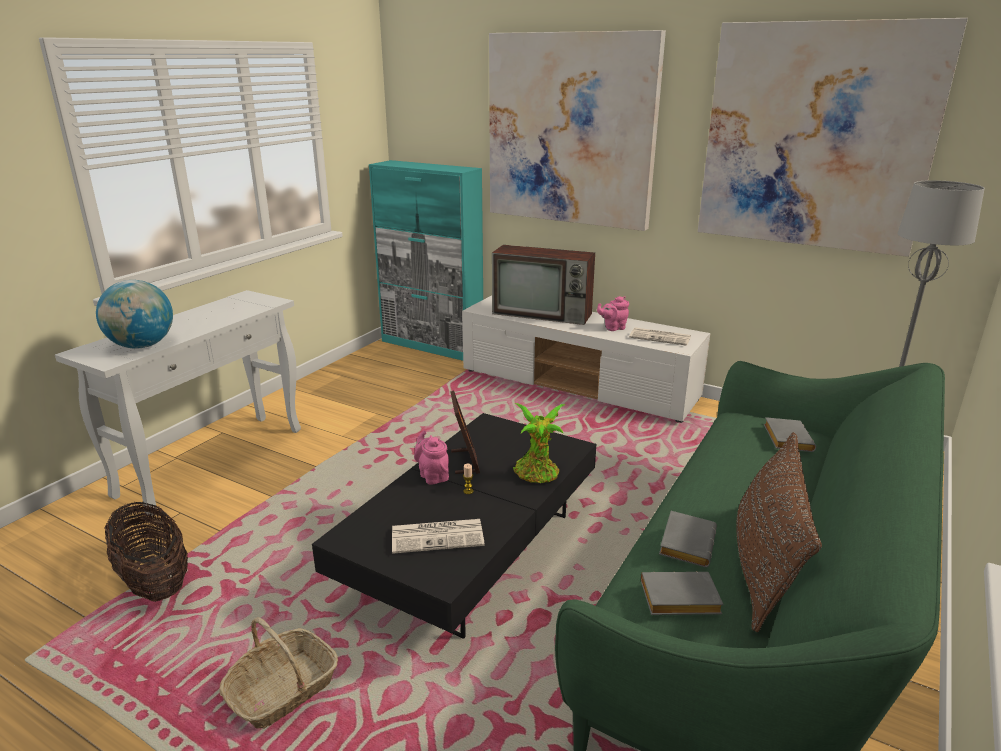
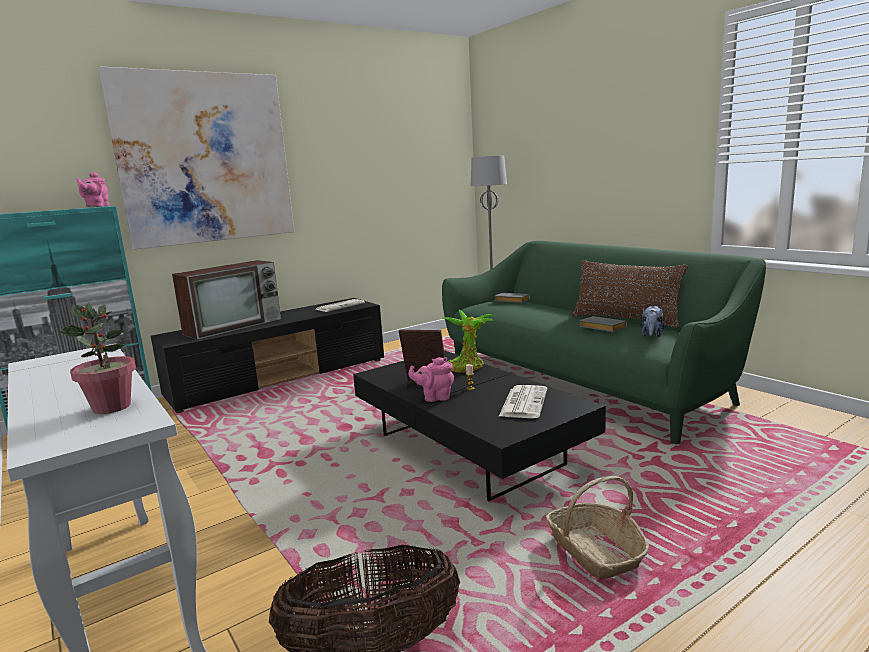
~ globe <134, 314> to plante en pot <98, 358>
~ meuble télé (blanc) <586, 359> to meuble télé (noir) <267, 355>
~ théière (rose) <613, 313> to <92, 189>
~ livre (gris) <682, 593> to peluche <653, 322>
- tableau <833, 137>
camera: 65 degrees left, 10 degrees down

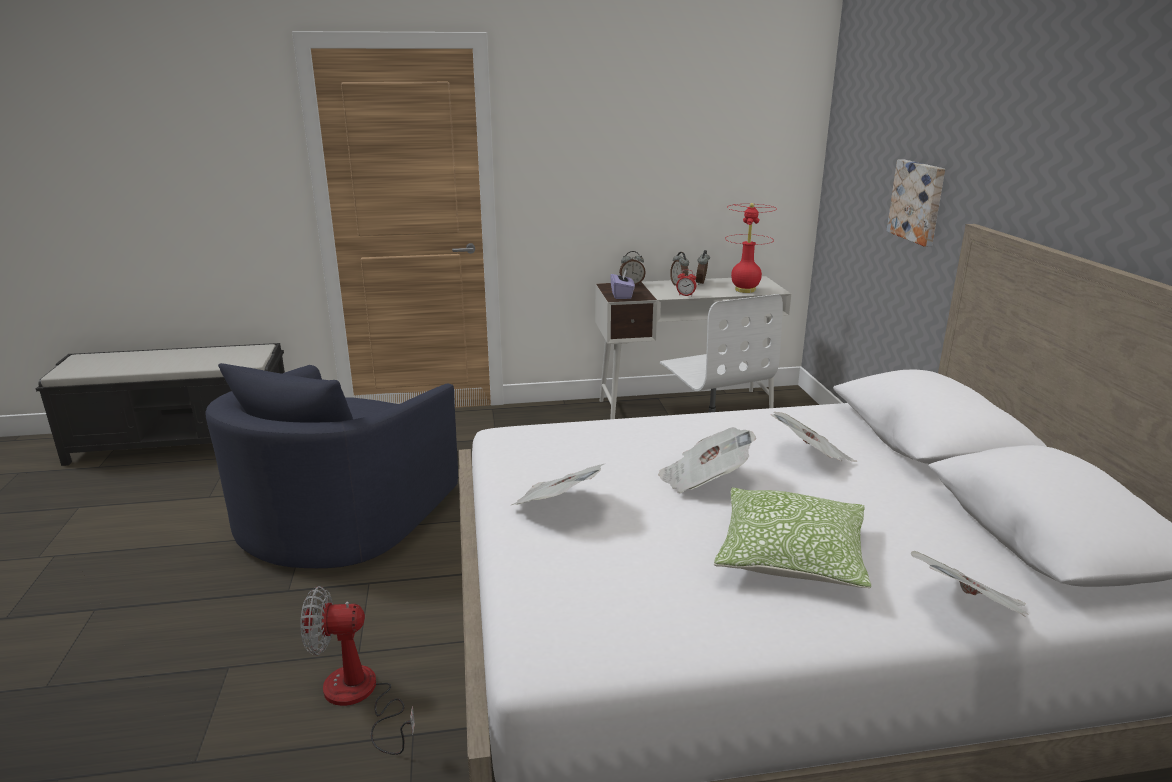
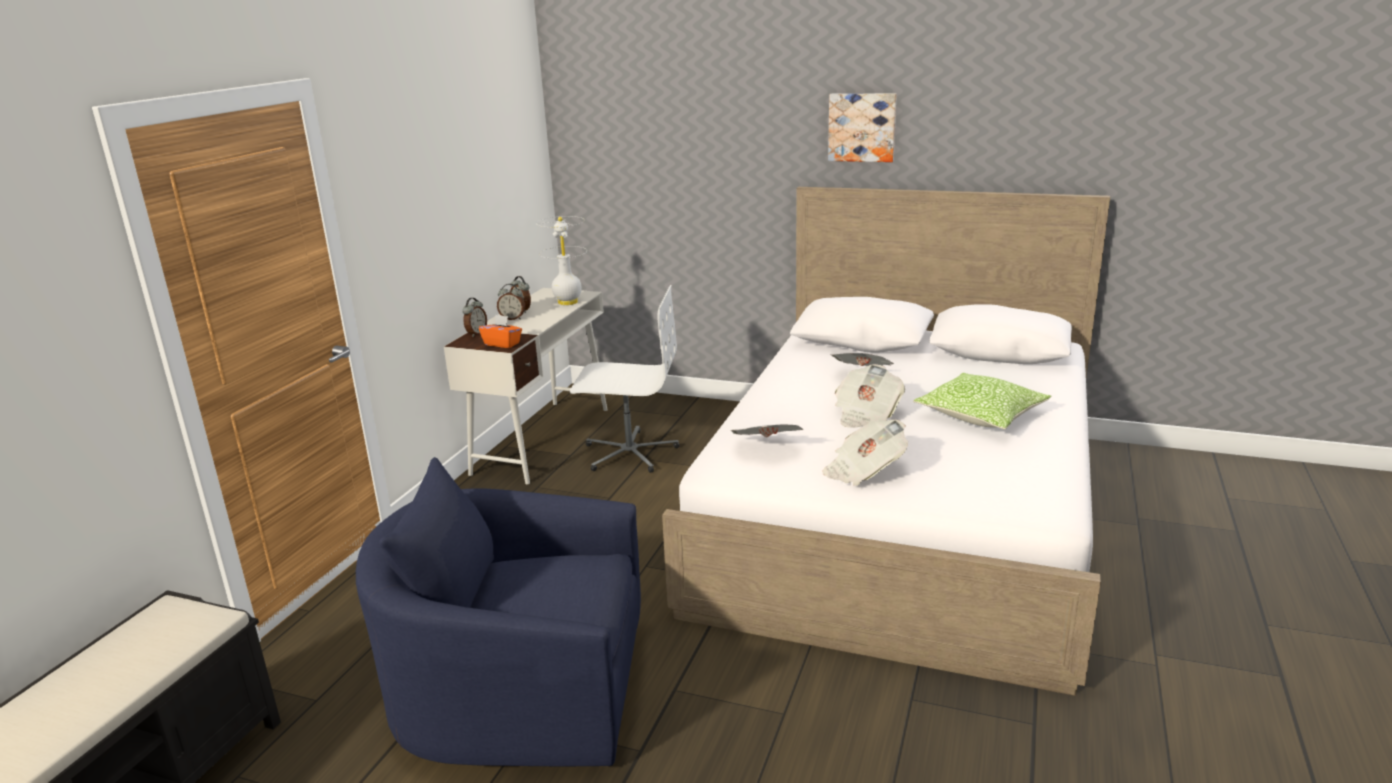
~ fauteuil (bleu) <331, 465> = <498, 611> 135 degrees clockwise
- ventilateur <357, 670>
~ boîte à mouchoirs (violet) <622, 284> to boîte à mouchoirs (orange) <500, 331>
- réveil <686, 283>
~ lampe de table (rouge) <751, 248> to lampe de table (blanc) <561, 260>
~ tableau <916, 203> to <862, 127>
~ journal <970, 584> to <767, 430>
camera: 60 degrees left, 0 degrees up

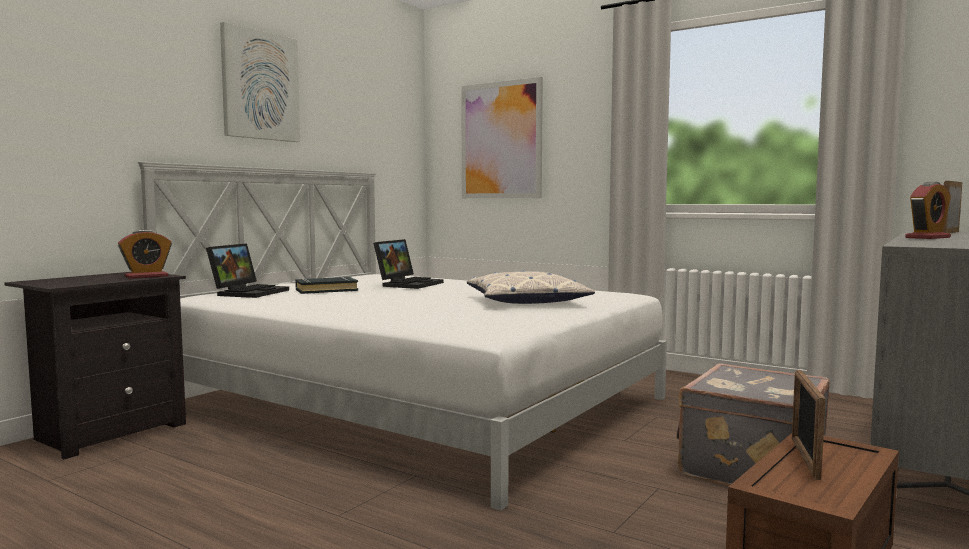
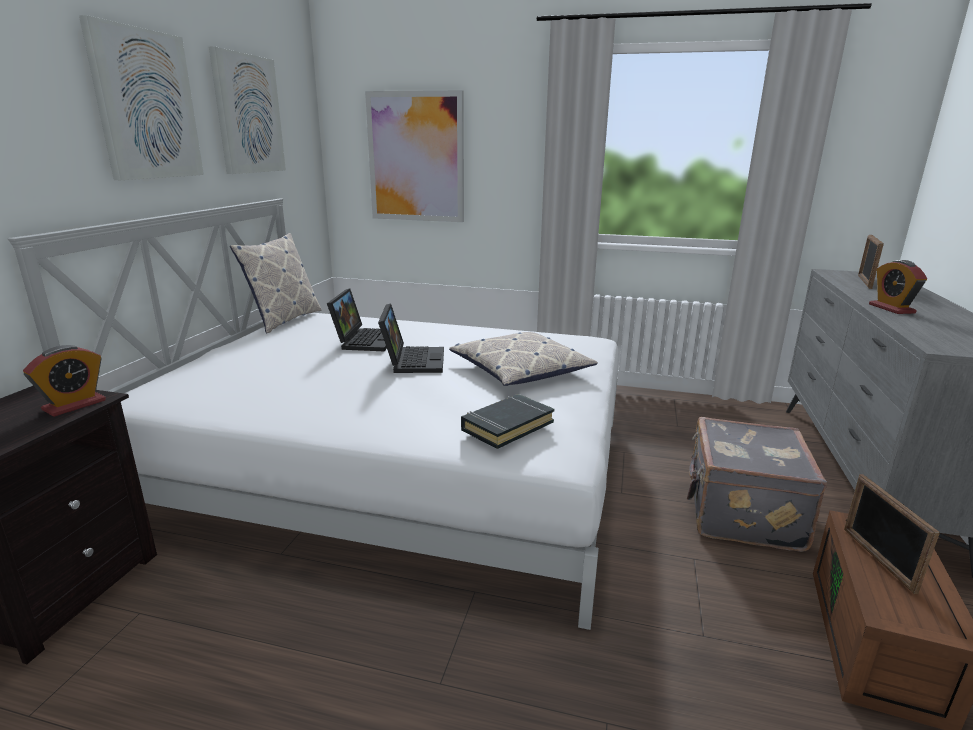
~ ordinateur portable <247, 270> to <411, 338>
~ livre (noir) <326, 285> to <508, 421>
~ réveil <928, 210> = <898, 287> 135 degrees clockwise
+ tableau <247, 110>
+ coussin <276, 283>
camera: 20 degrees left, 15 degrees up

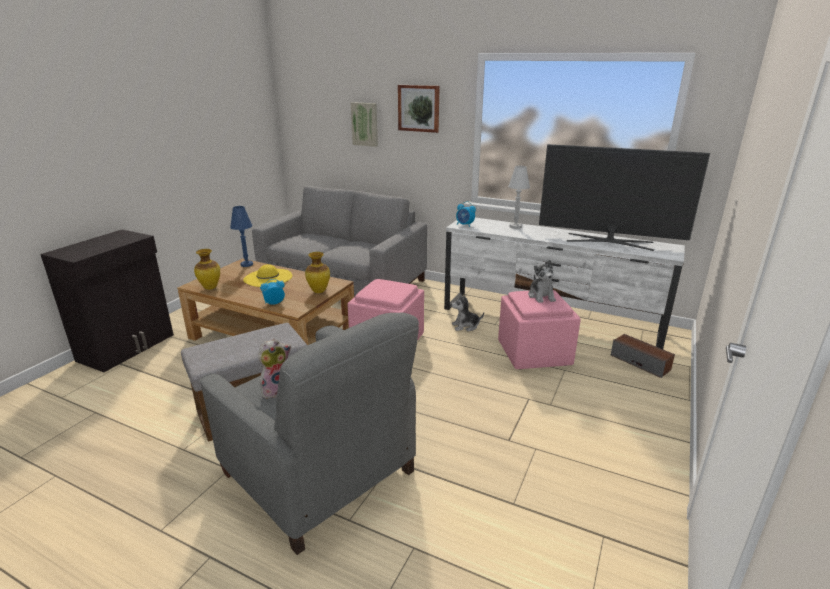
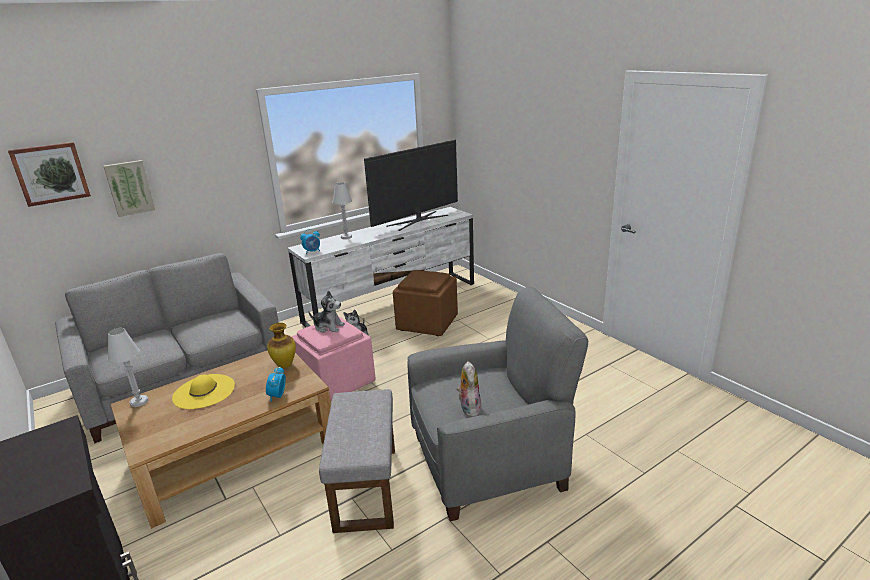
- vase <207, 269>
~ lampe de table (bleu) <241, 236> to lampe de table (blanc) <128, 367>
~ tableau <419, 109> to <49, 174>
~ pouf (rose) <539, 329> to pouf (marron) <425, 303>
~ peluche <542, 281> to <326, 312>
- enceinte <643, 356>
camera: 60 degrees left, 0 degrees up

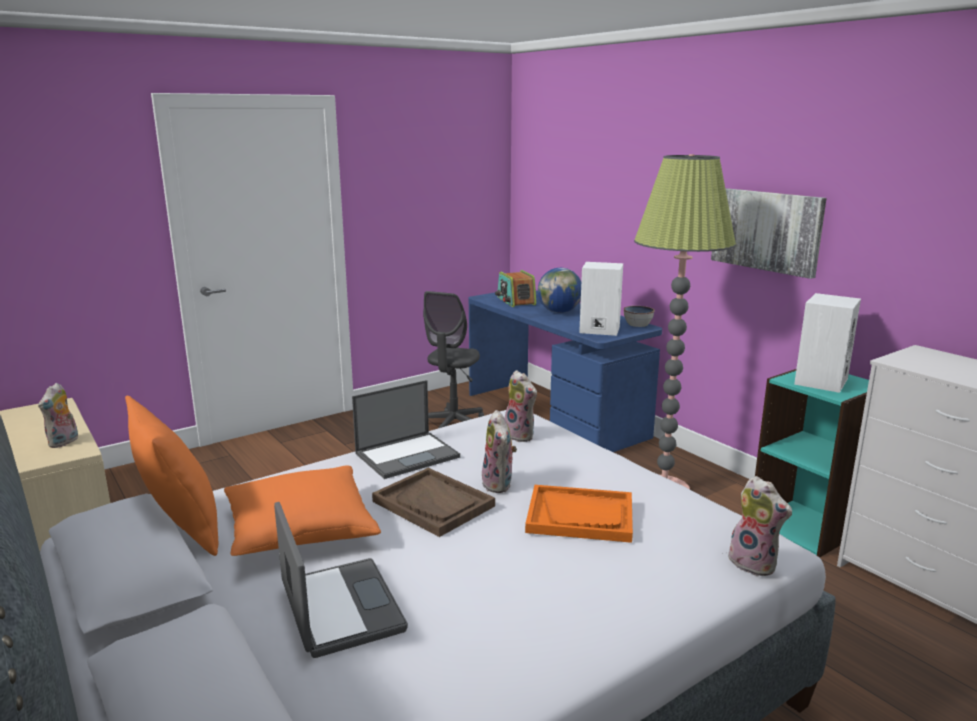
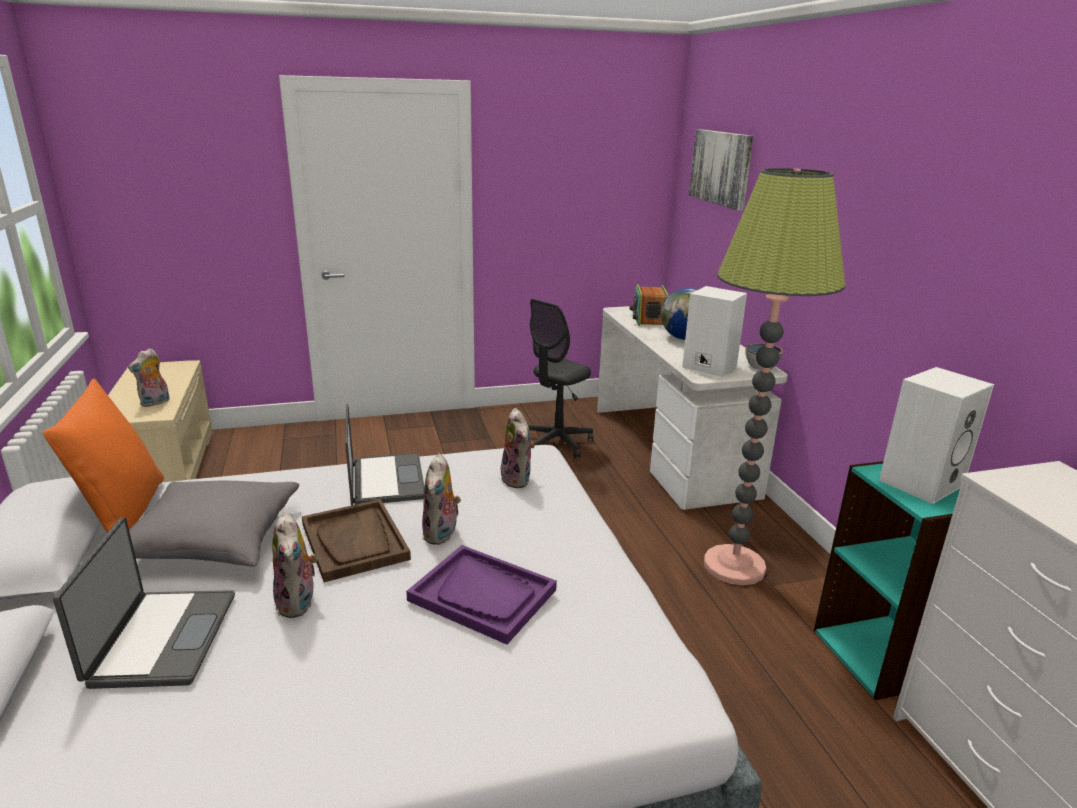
~ coussin (orange) <302, 511> to coussin (gris) <214, 524>
~ ordinateur portable <406, 429> = <384, 454> 90 degrees counterclockwise
~ bureau (bleu) <565, 371> to bureau (blanc) <692, 408>
~ plateau (orange) <579, 514> to plateau (violet) <481, 595>
~ tableau <769, 233> to <721, 170>
~ peluche <760, 526> to <295, 565>
camera: 20 degrees right, 5 degrees up

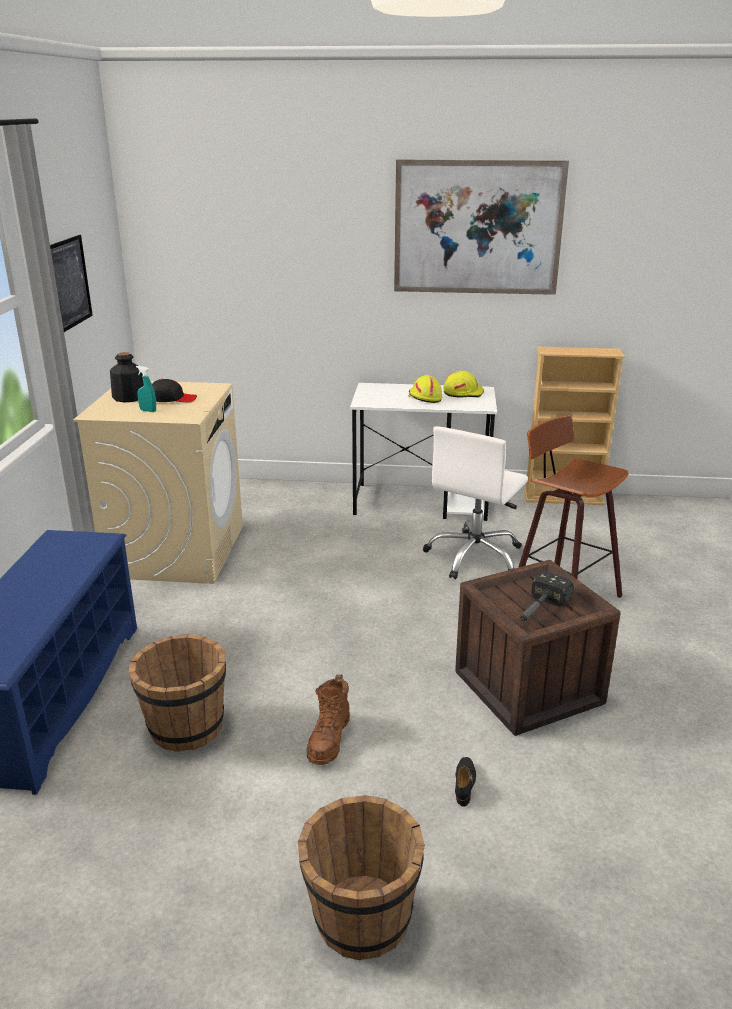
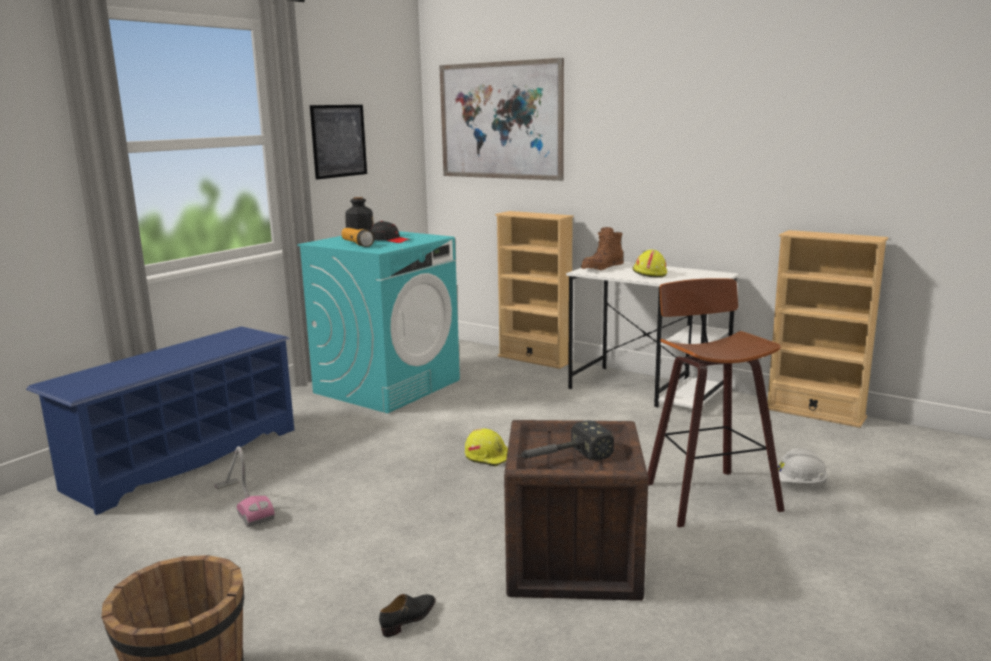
~ lave-linge (beige) <158, 482> to lave-linge (turquoise) <378, 322>
~ seau (marron) <177, 693> to aspirateur <244, 486>
~ vaporisateur (turquoise) <146, 389> to lampe de poche <358, 237>
~ botte (marron) <328, 719> to <602, 248>
~ tableau <481, 227> to <501, 119>
- chaise de bureau (blanc) <475, 502>
~ casque de chantier (jaune) <463, 384> to <486, 447>
+ bibliothèque (beige) <534, 290>
+ casque de chantier (blanc) <799, 466>
camera: 30 degrees right, 10 degrees down

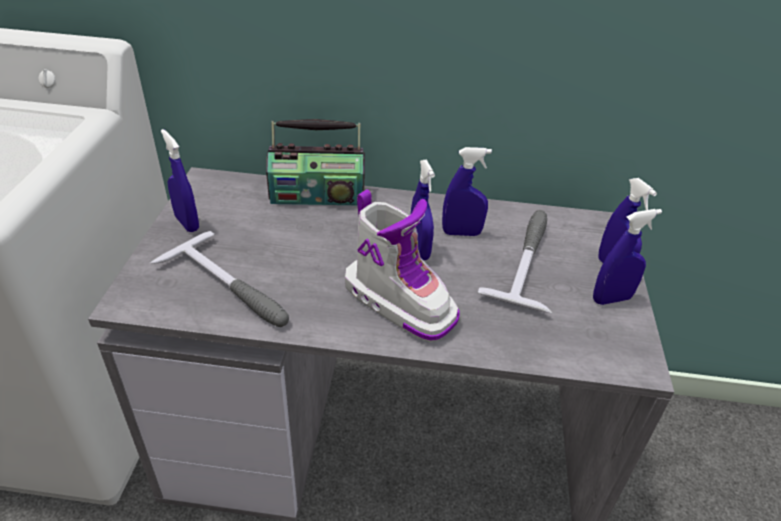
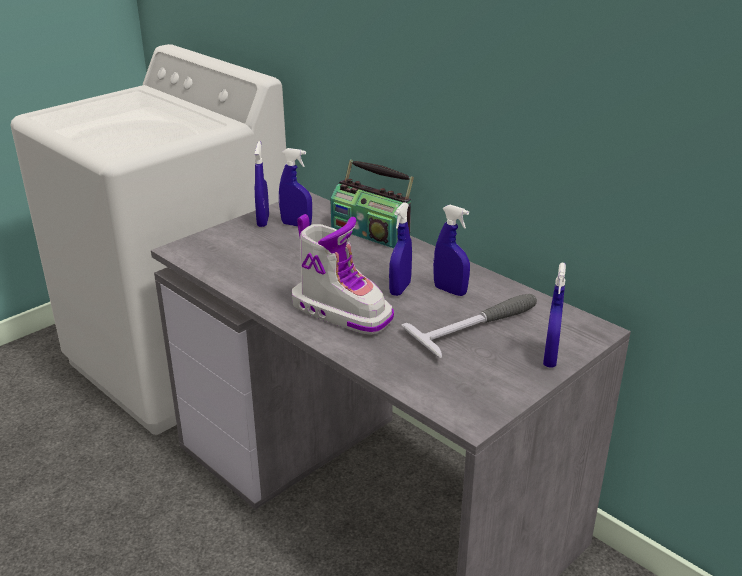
- marteau <219, 279>
~ botte <402, 265> = <343, 274> 45 degrees counterclockwise
~ vaporisateur (bleu) <627, 257> to <295, 187>
camera: 40 degrees right, 10 degrees down

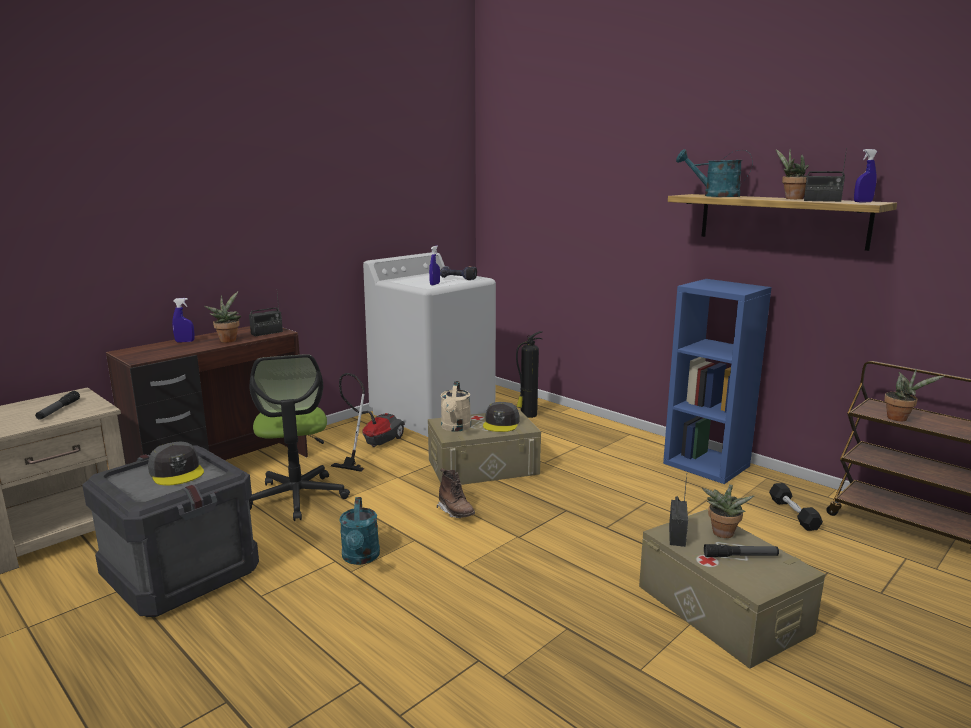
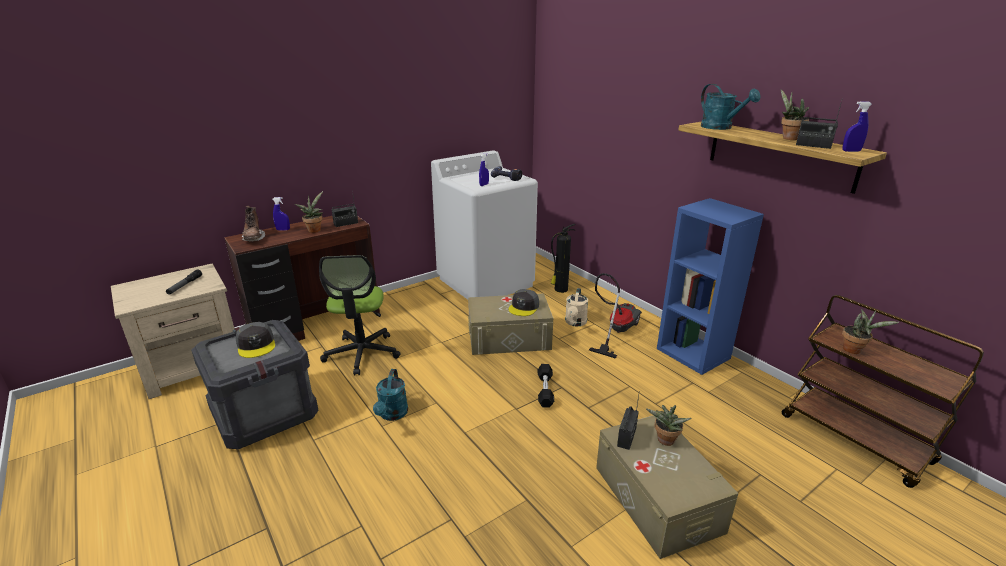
~ aspirateur <368, 422> to <615, 316>
~ botte (marron) <456, 493> to <253, 224>
~ arrosoir (beige) <456, 406> to <576, 307>
~ arrosoir (turquoise) <714, 173> = <730, 107> 150 degrees counterclockwise
- lampe de poche <741, 550>
~ haltère (noir) <796, 507> to <546, 386>
camera: 10 degrees right, 10 degrees up

